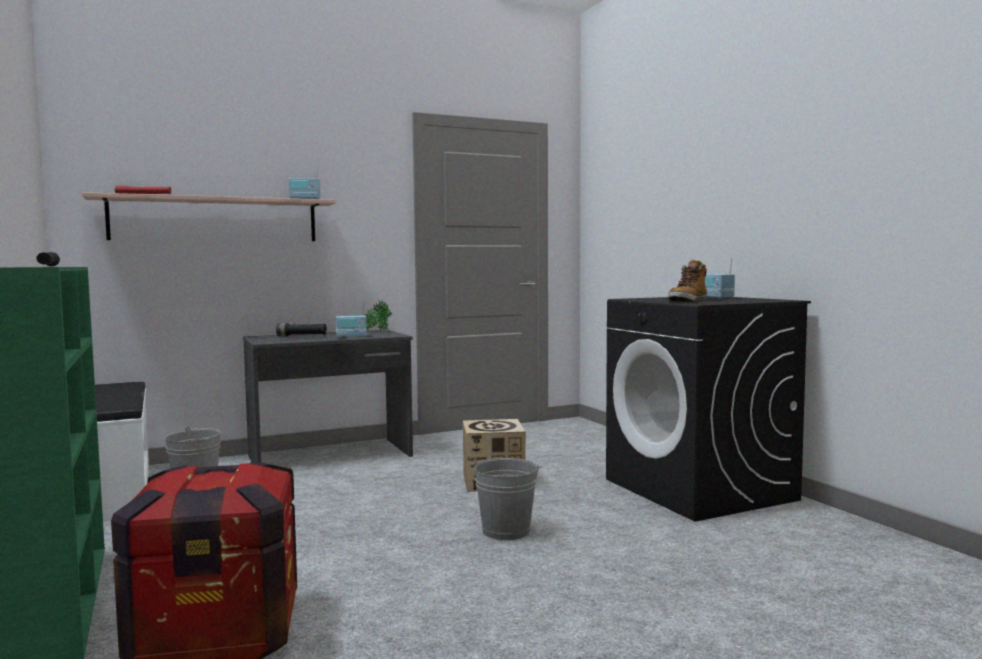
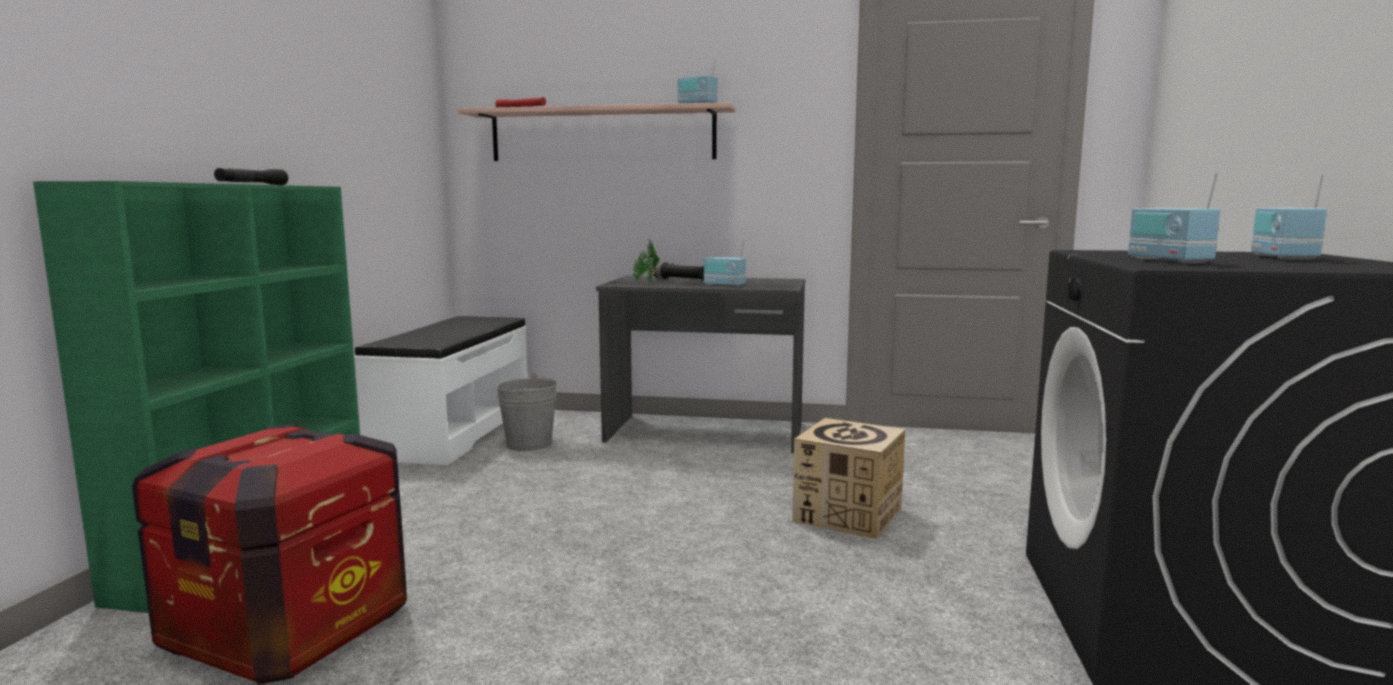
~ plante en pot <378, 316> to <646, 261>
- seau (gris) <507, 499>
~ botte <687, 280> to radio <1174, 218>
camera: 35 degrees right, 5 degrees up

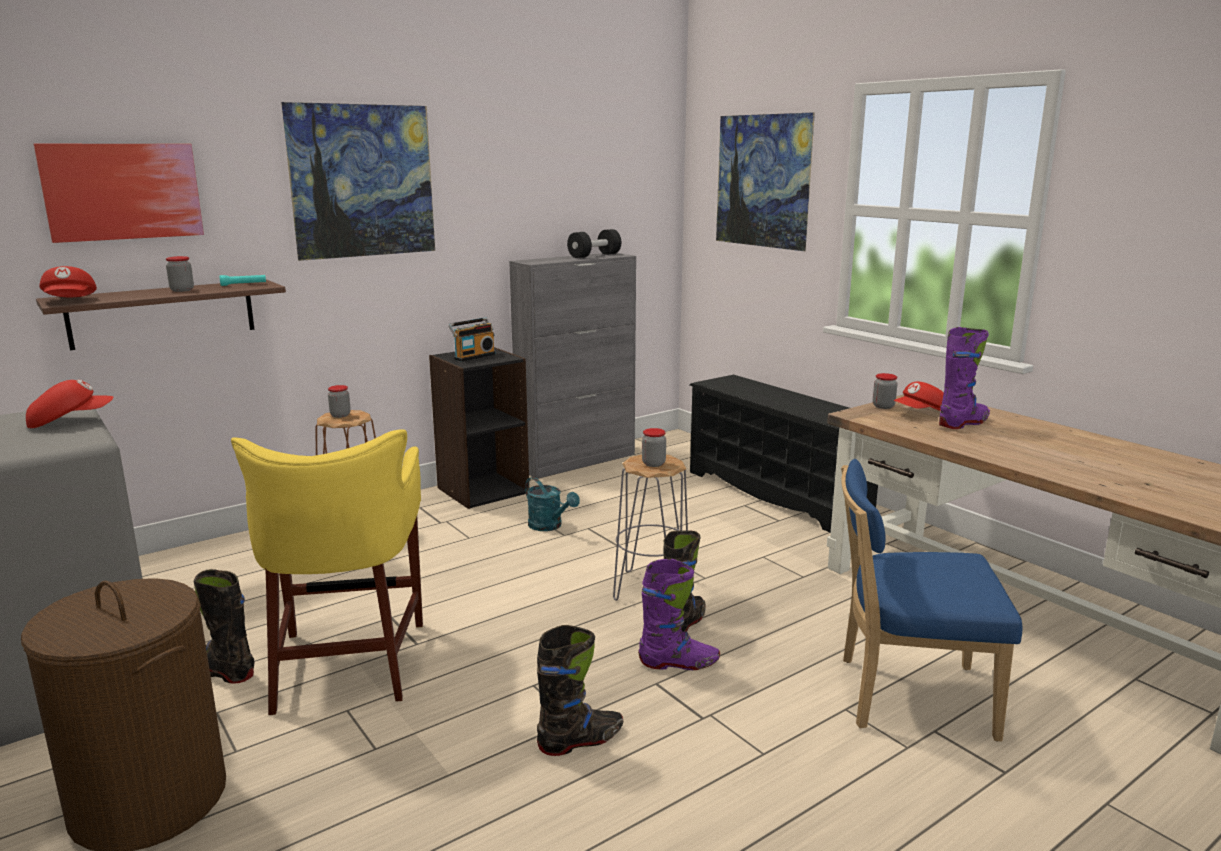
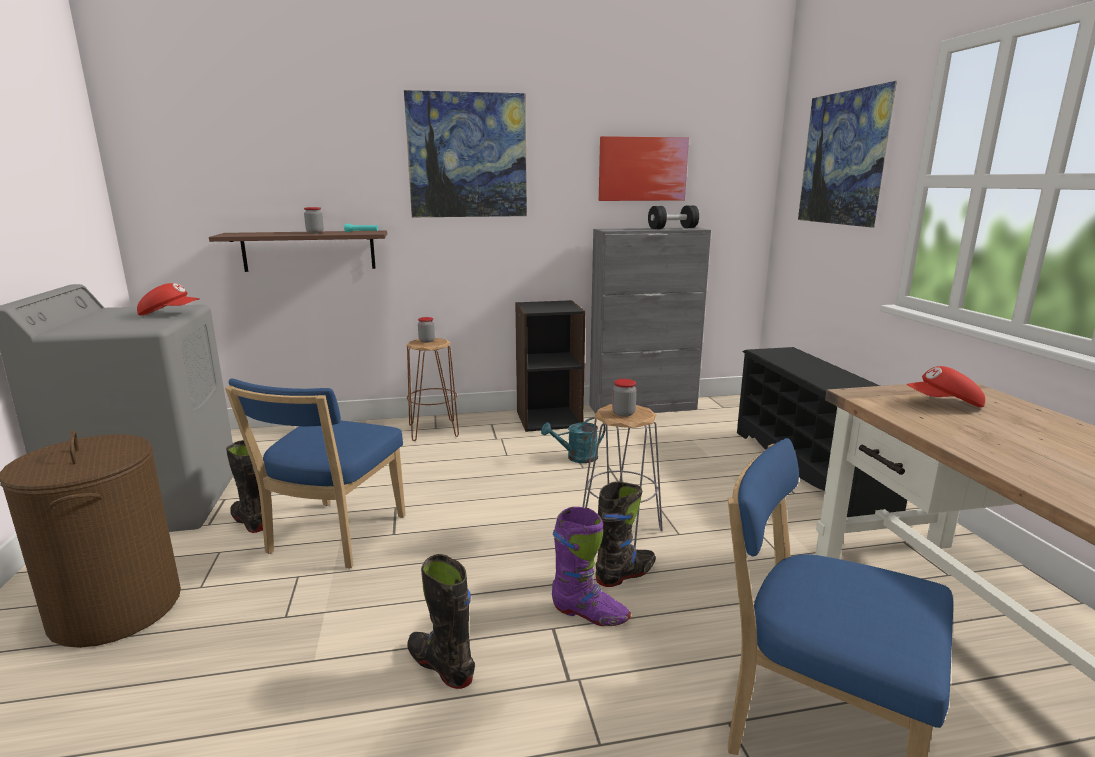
~ tableau <119, 193> to <644, 168>
- casquette (rouge) <68, 281>
~ tabouret (jaune) <327, 572> to chaise (bleu) <315, 473>
- radio <471, 339>
~ arrosoir (turquoise) <552, 504> = <573, 440> 90 degrees clockwise
~ botte (noir) <580, 690> = <441, 621> 135 degrees counterclockwise
- bocal <885, 391>
- botte (violet) <964, 378>
camera: 25 degrees right, 0 degrees up

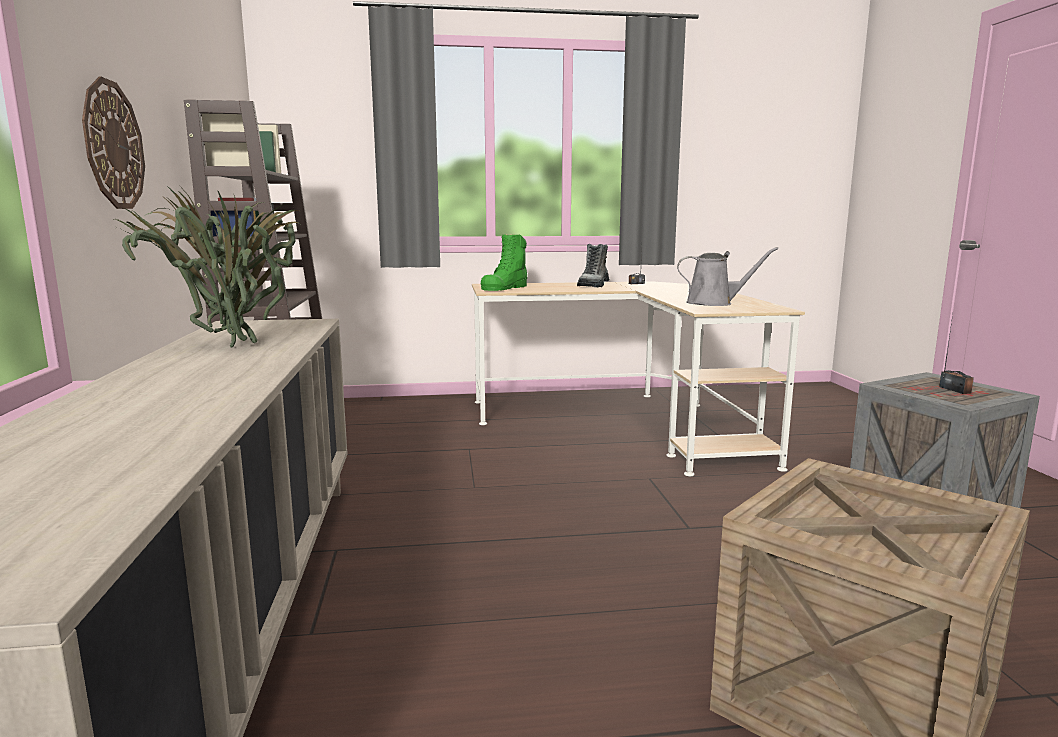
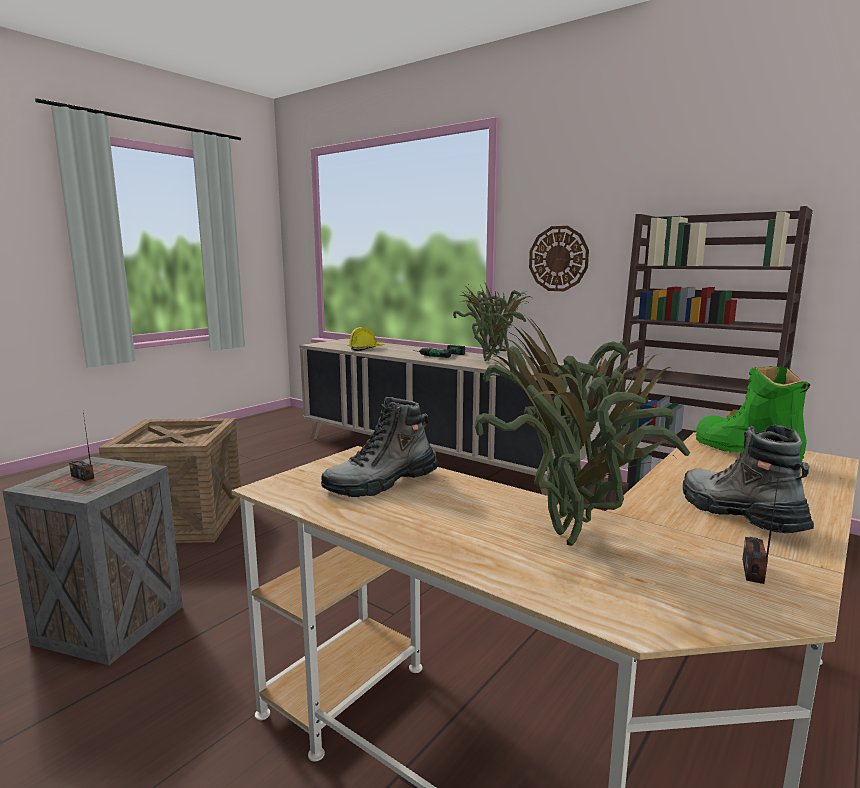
~ arrosoir (gris) <727, 276> to botte <380, 447>
+ casque de chantier (jaune) <366, 339>
+ perceuse <439, 351>
+ plante en pot <582, 431>
camera: 135 degrees right, 0 degrees up

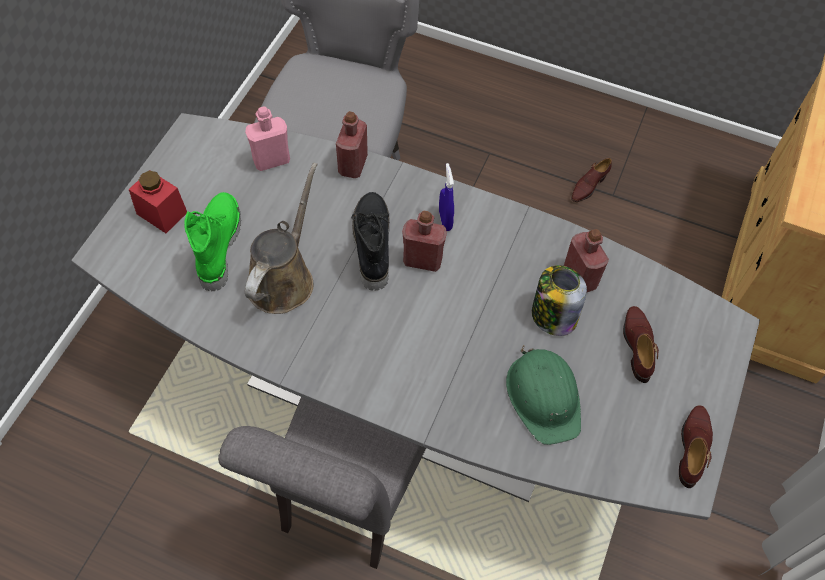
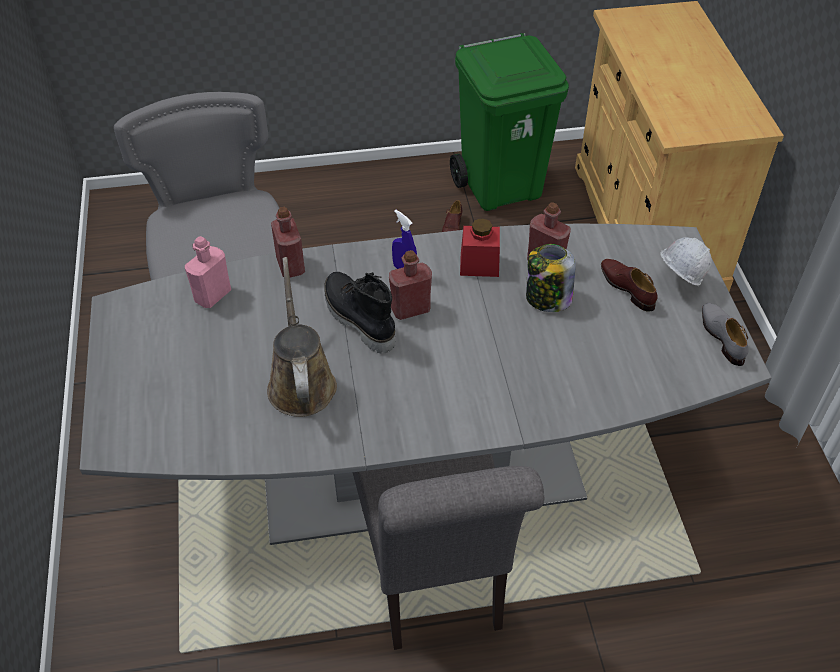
~ bocal (rouge) <158, 201> to <480, 247>
- botte (vert) <212, 241>
- casque de chantier (vert) <543, 395>
~ chaussure (marron) <696, 446> to chaussure (gris) <725, 334>
+ poubelle (vert) <509, 122>
+ casque de chantier (blanc) <686, 261>
camera: 30 degrees left, 10 degrees down

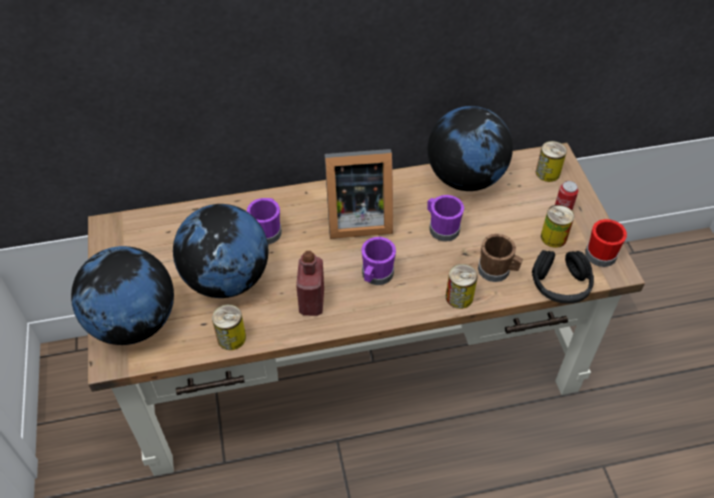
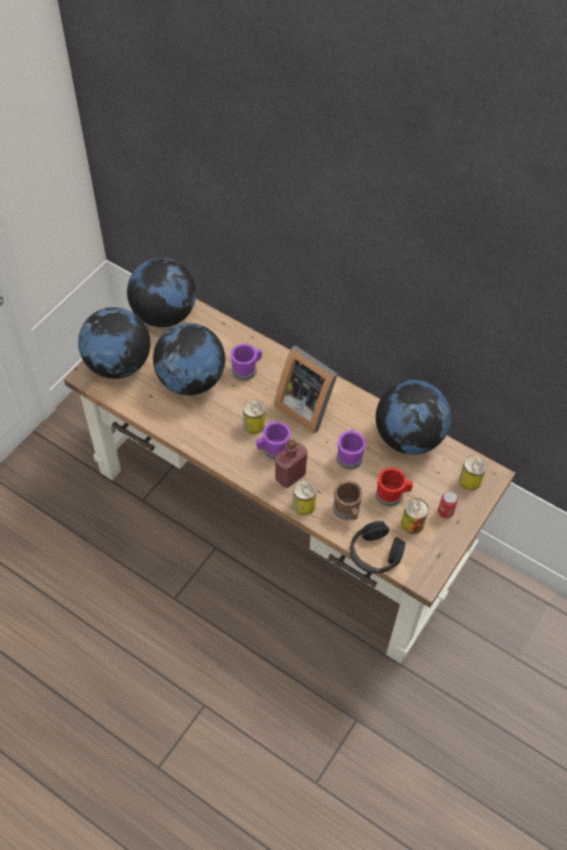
~ boîte métallique <229, 327> to <254, 417>
~ bouteille (rouge) <310, 283> to <291, 463>
~ mug (rouge) <606, 243> to <394, 487>
+ globe <161, 292>
camera: 45 degrees right, 5 degrees up

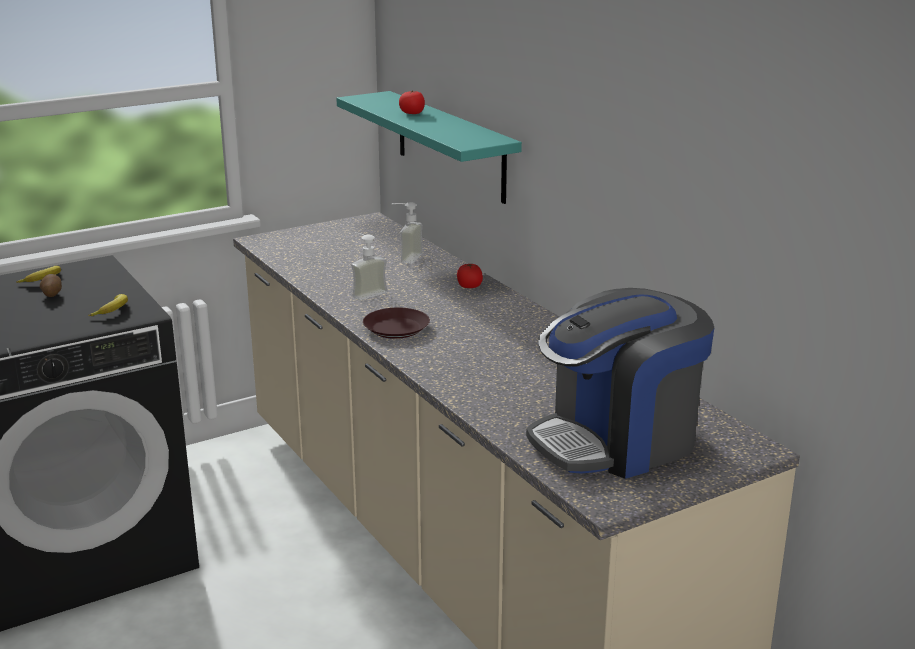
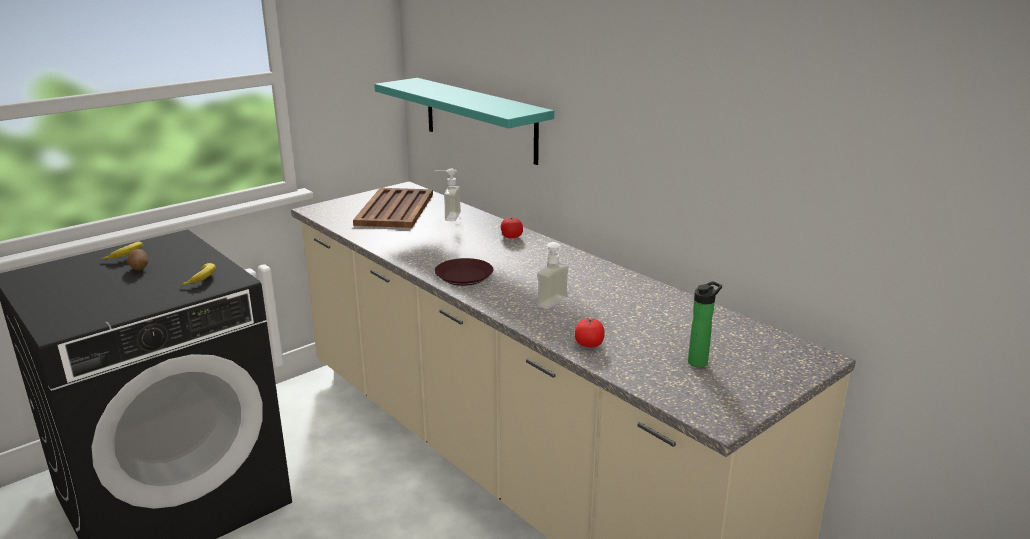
~ distributeur de savon <369, 266> to <552, 274>
~ tomate <412, 102> to <589, 333>
~ machine à café <620, 383> to bouteille <705, 324>
+ plateau (marron) <393, 208>
camera: 10 degrees left, 0 degrees up

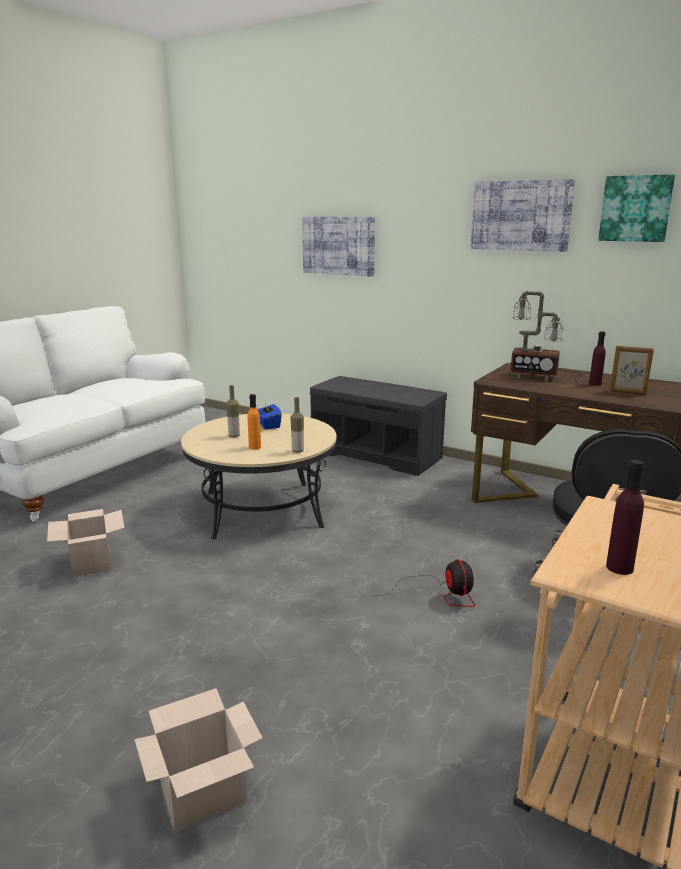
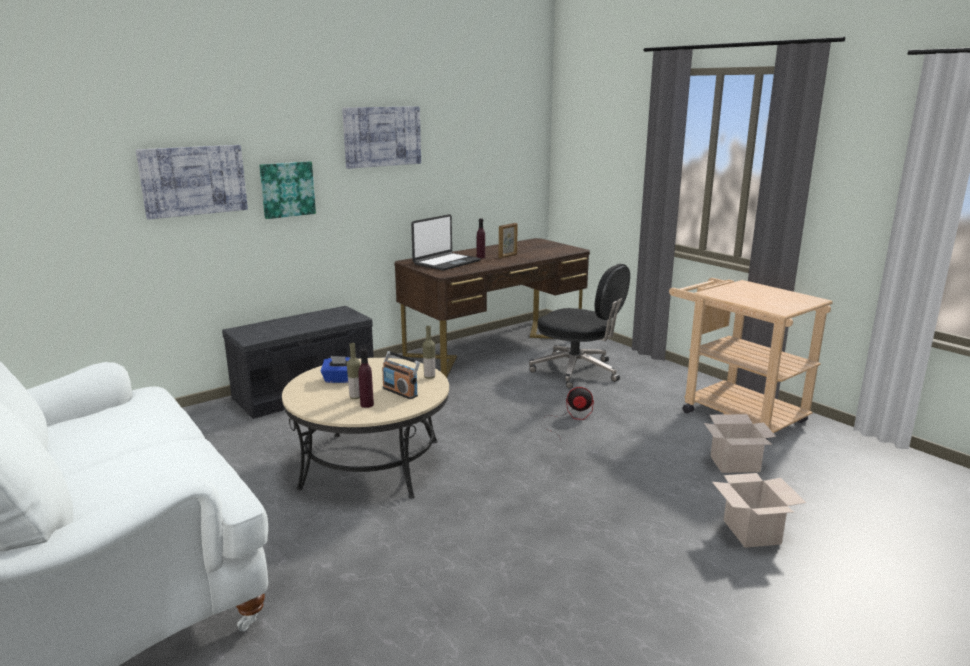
~ carton <86, 543> to <740, 443>
~ bouteille (orange) <254, 422> to radio <401, 375>
~ lampe de table <545, 336> to ordinateur portable <446, 242>
~ tableau <636, 208> to <287, 190>
~ bouteille (violet) <625, 517> to <366, 378>
camera: 70 degrees left, 0 degrees up

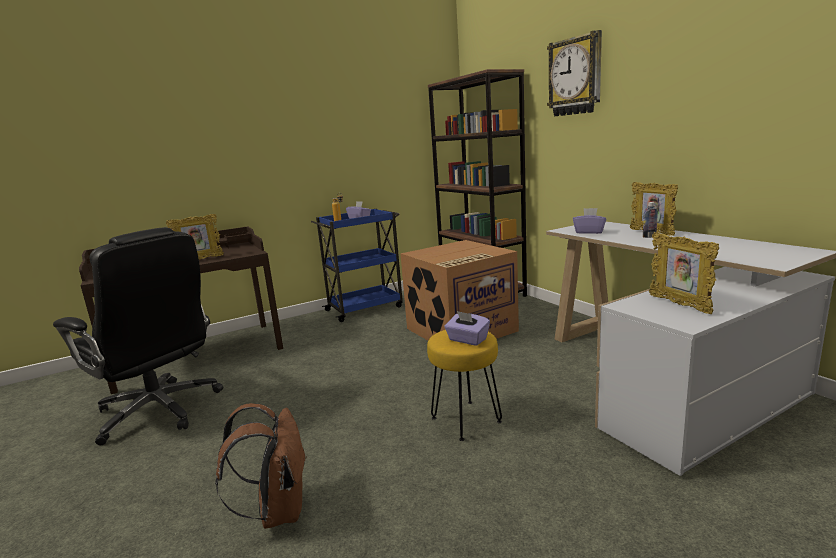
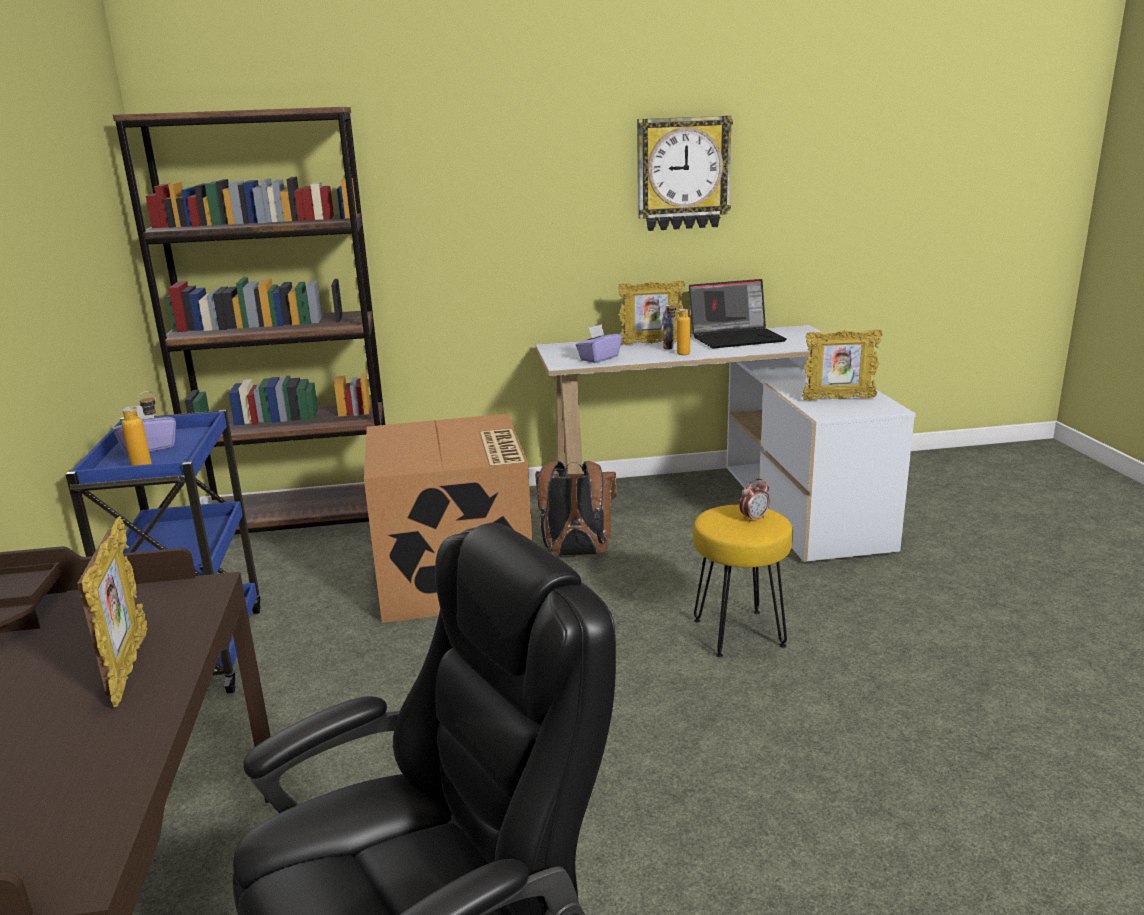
~ sac à dos (marron) <261, 466> to <576, 508>
~ boîte à mouchoirs (violet) <467, 328> to réveil <754, 500>
~ horloge murale <574, 73> to <685, 173>
+ bouteille <678, 327>
+ ordinateur portable <738, 313>
camera: 70 degrees left, 5 degrees up

